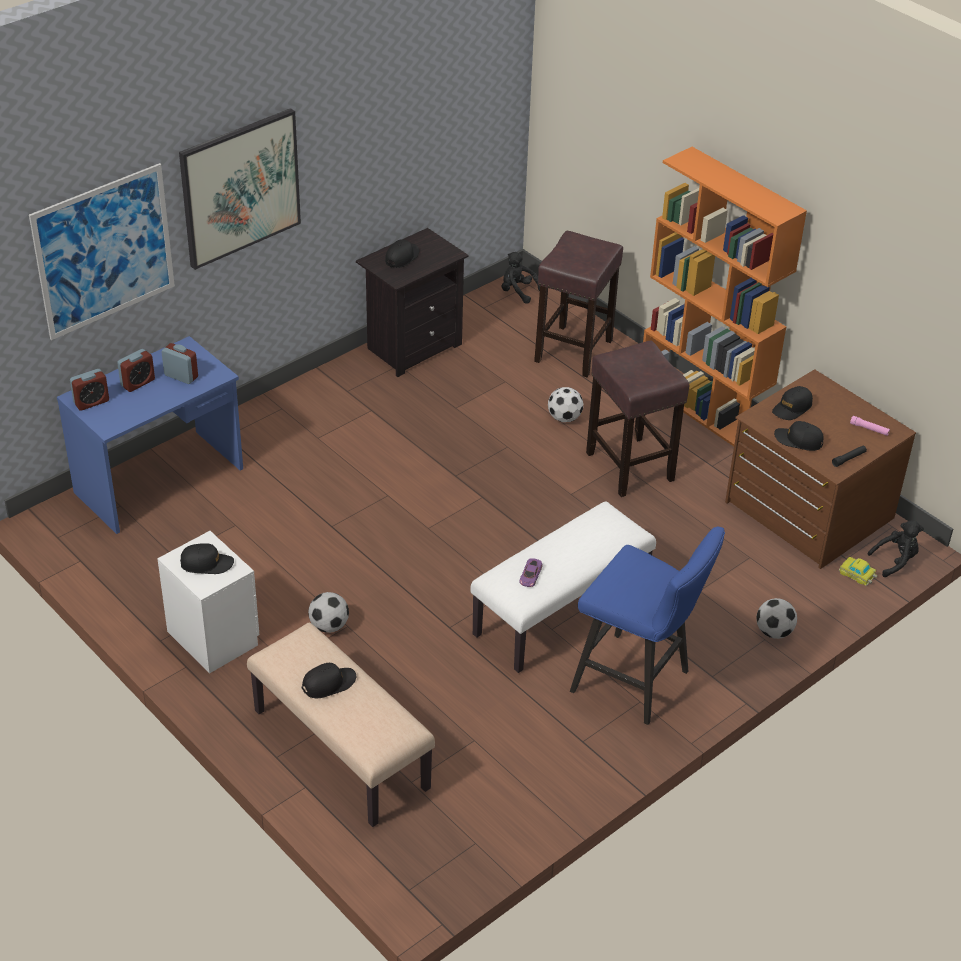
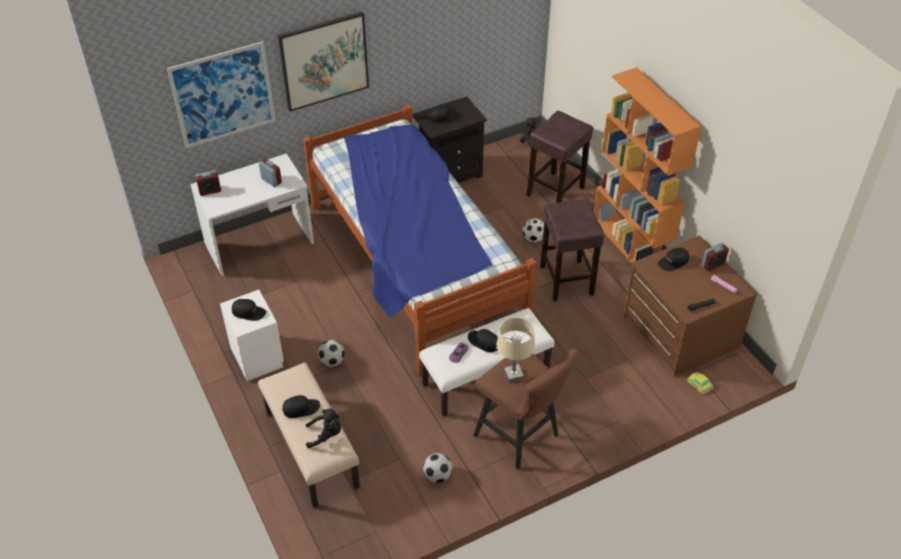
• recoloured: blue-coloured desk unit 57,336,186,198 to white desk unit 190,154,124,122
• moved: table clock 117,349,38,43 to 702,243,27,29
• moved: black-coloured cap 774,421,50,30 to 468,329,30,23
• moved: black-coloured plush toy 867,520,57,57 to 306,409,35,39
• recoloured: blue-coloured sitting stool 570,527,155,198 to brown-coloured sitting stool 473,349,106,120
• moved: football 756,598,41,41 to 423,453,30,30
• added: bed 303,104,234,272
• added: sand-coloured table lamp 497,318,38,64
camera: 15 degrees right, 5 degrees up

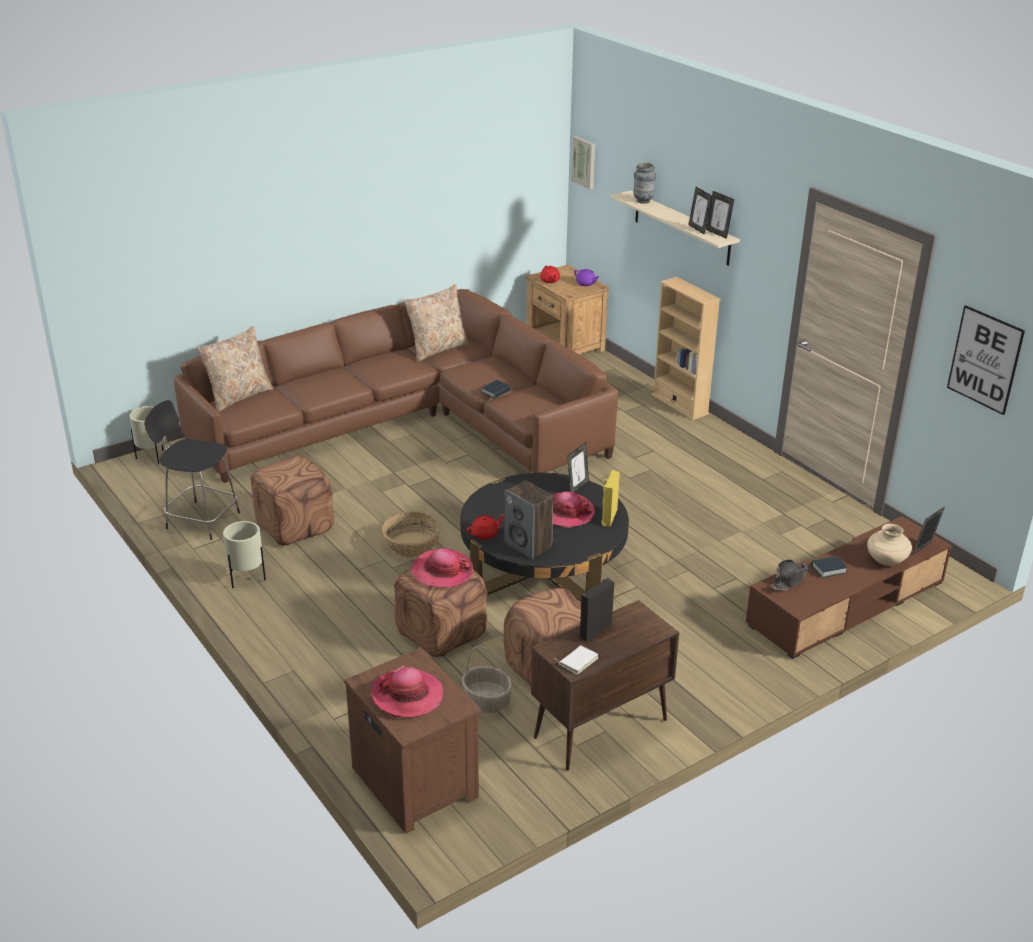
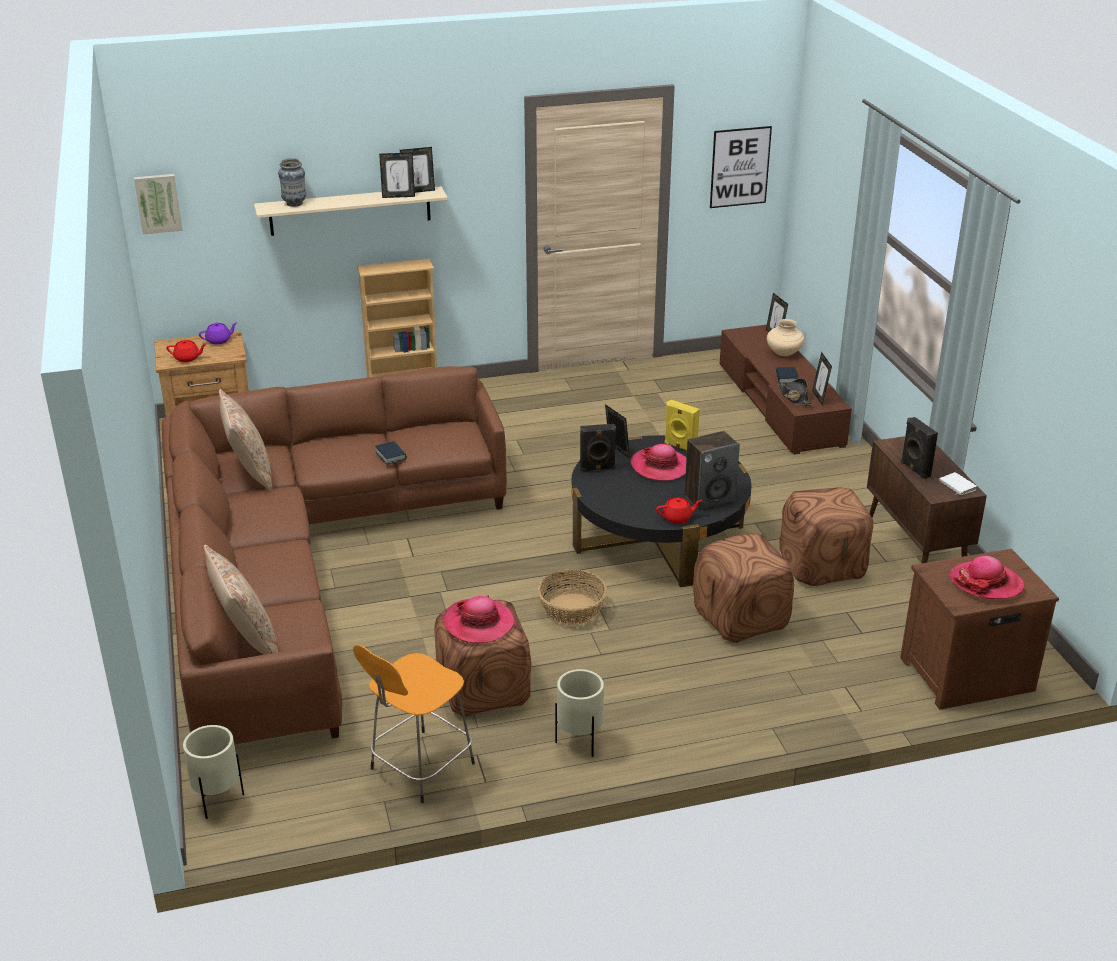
• recoloured: black-coloured sitting stool 145,400,95,140 to orange sitting stool 353,645,122,158
• turned: red-coloured teapot 467,514,37,26 = 656,497,46,27 90 degrees clockwise
• moved: clothing hat 411,548,62,40 to 443,595,72,48
• removed: basket 462,646,50,67
• added: photo frame 812,352,20,53
• added: black-coloured loudspeaker 580,424,36,48
camera: 70 degrees left, 0 degrees up

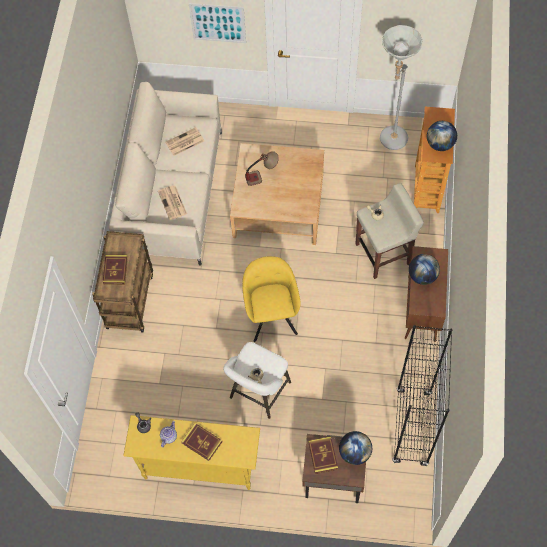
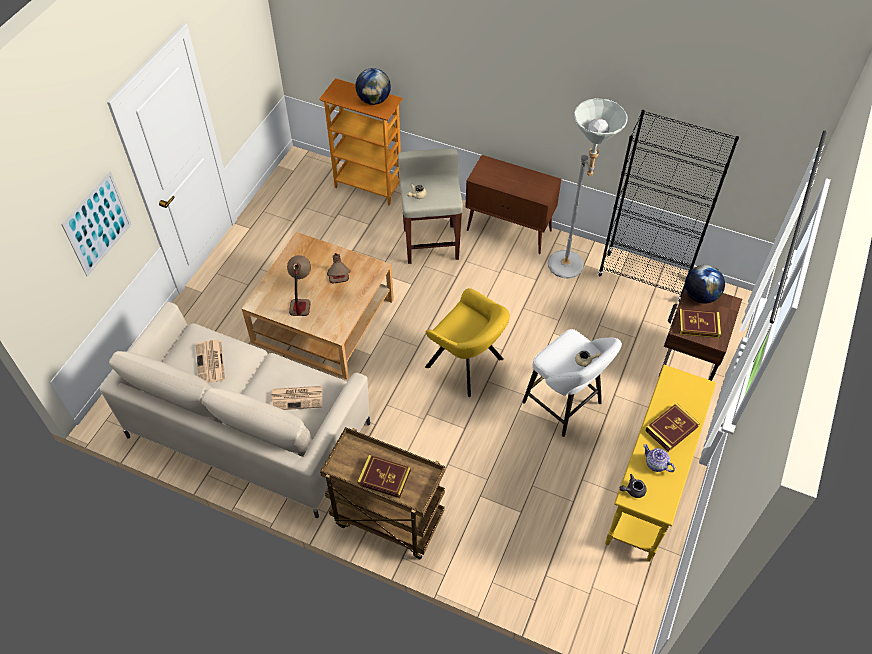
• moved: greyish floor lamp 380,25,42,125 to 548,98,79,180
• removed: desk globe 409,254,31,31
• turned: yellow-coloured easy chair 242,256,59,86 = 425,288,85,109 150 degrees counterclockwise
• added: table lamp 327,253,24,31
camera: 75 degrees left, 10 degrees down

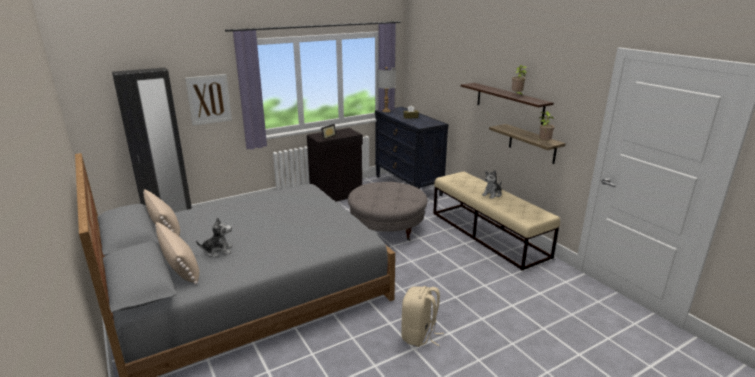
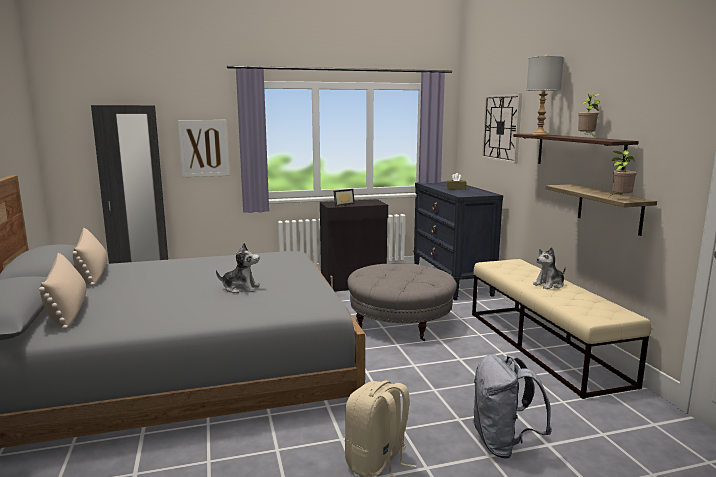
• moved: greyish table lamp 377,67,19,45 to 527,55,37,80
• moved: plush toy 196,217,36,40 to 216,243,44,50
• added: hanging clock 481,93,41,71
• added: greyish knapsack 473,354,79,105
camera: 15 degrees right, 10 degrees down

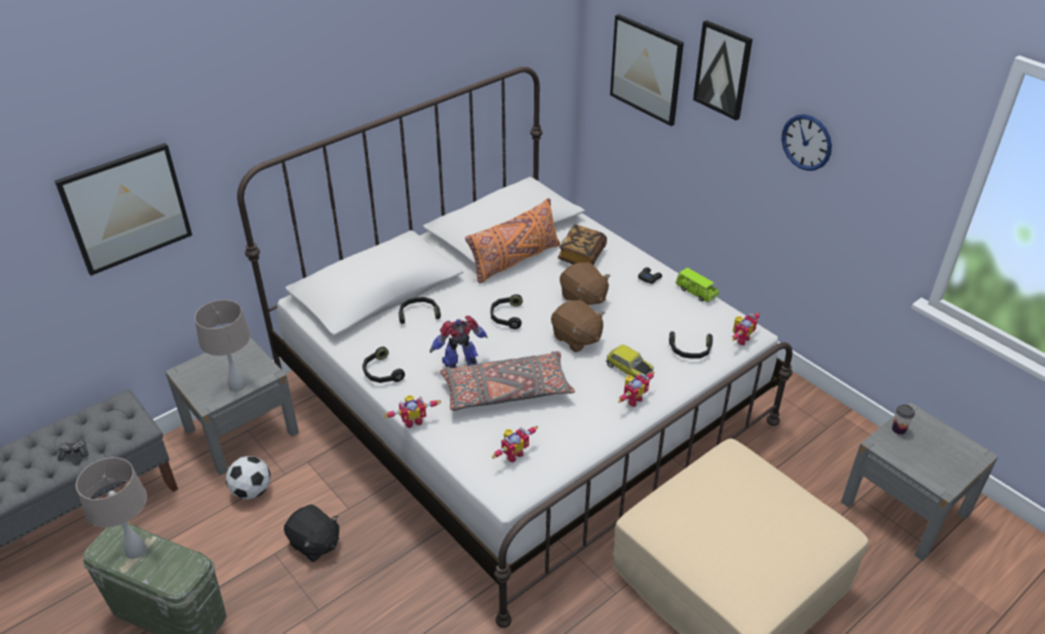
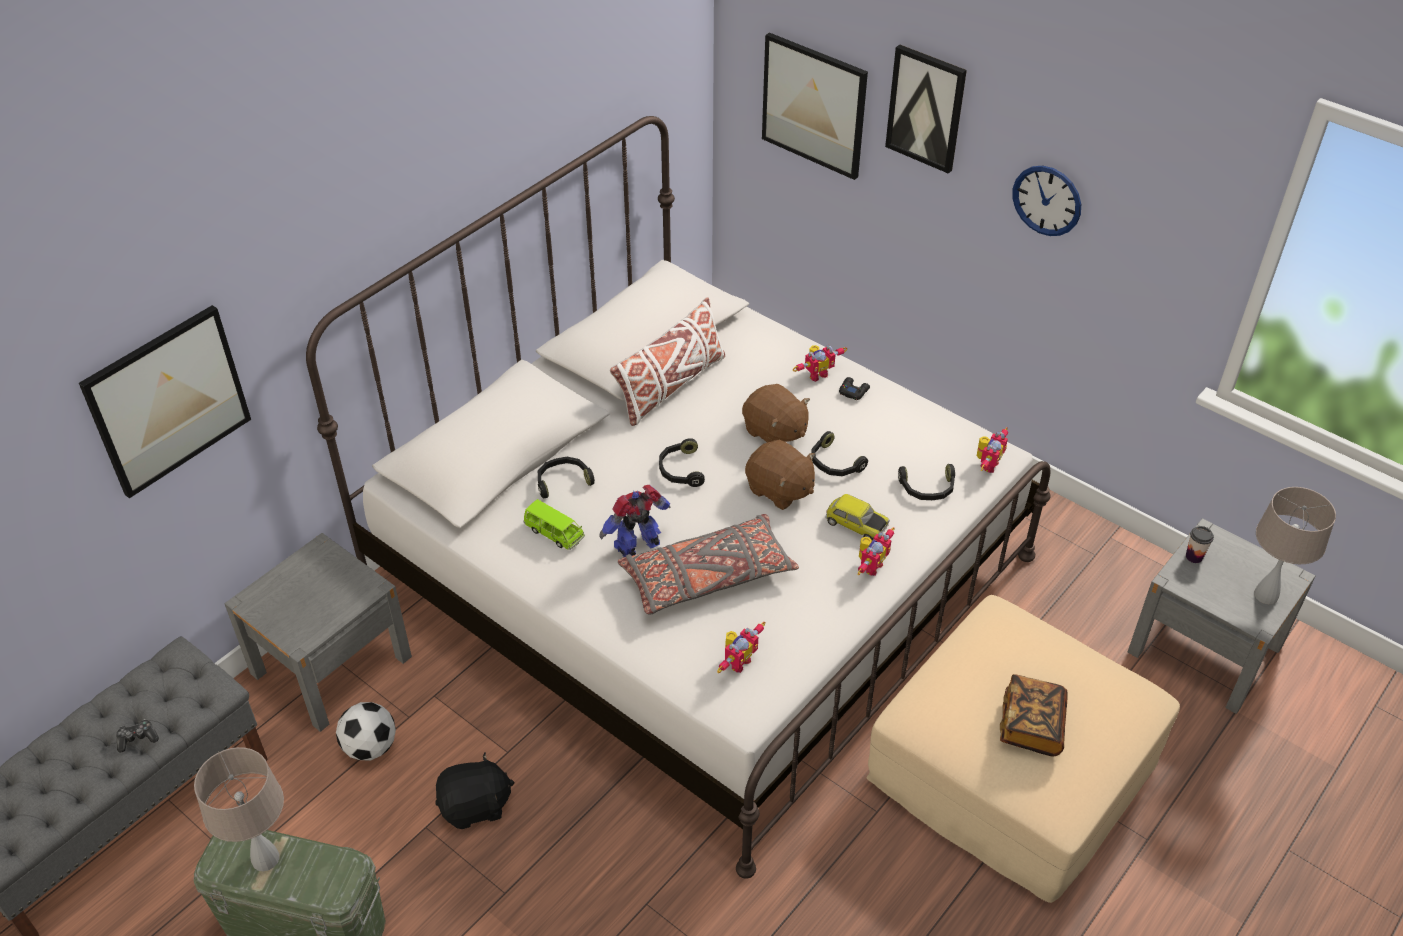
• recoloured: orange pillow 465,198,95,85 to white pillow 610,297,115,129
• moved: volume 558,225,49,41 to 1000,674,68,82
• moved: green-coloured miniature car 676,268,43,34 to 523,499,62,51
• moved: sand-coloured table lamp 195,300,55,92 to 1254,487,82,117
• moved: black-coloured headset 362,347,43,36 to 811,431,57,45
• moved: toy robot 383,395,58,33 to 793,345,54,37
• turned: black-coloured plush toy 284,504,55,58 = 435,752,79,77 45 degrees counterclockwise
camera: 10 degrees left, 5 degrees up

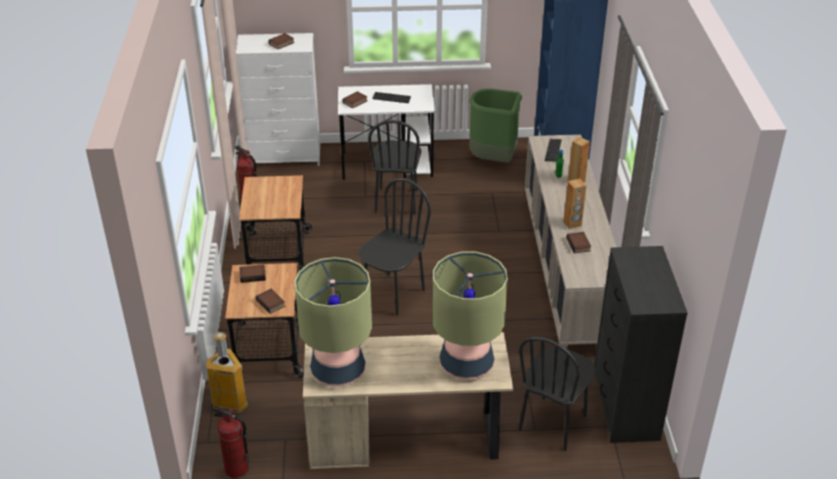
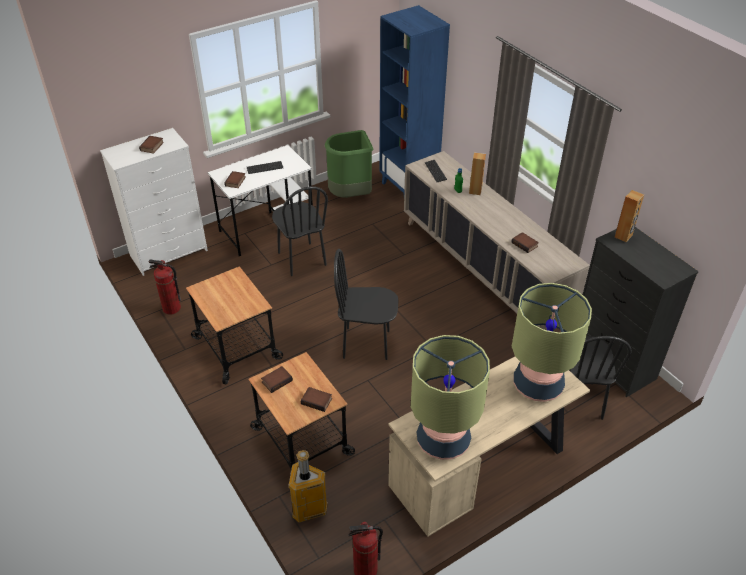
• turned: black-coloured upright chair 359,178,72,138 = 334,249,64,111 90 degrees counterclockwise
• moved: brown-coloured loudspeaker 564,179,23,50 to 615,190,29,52
camera: 30 degrees left, 5 degrees up

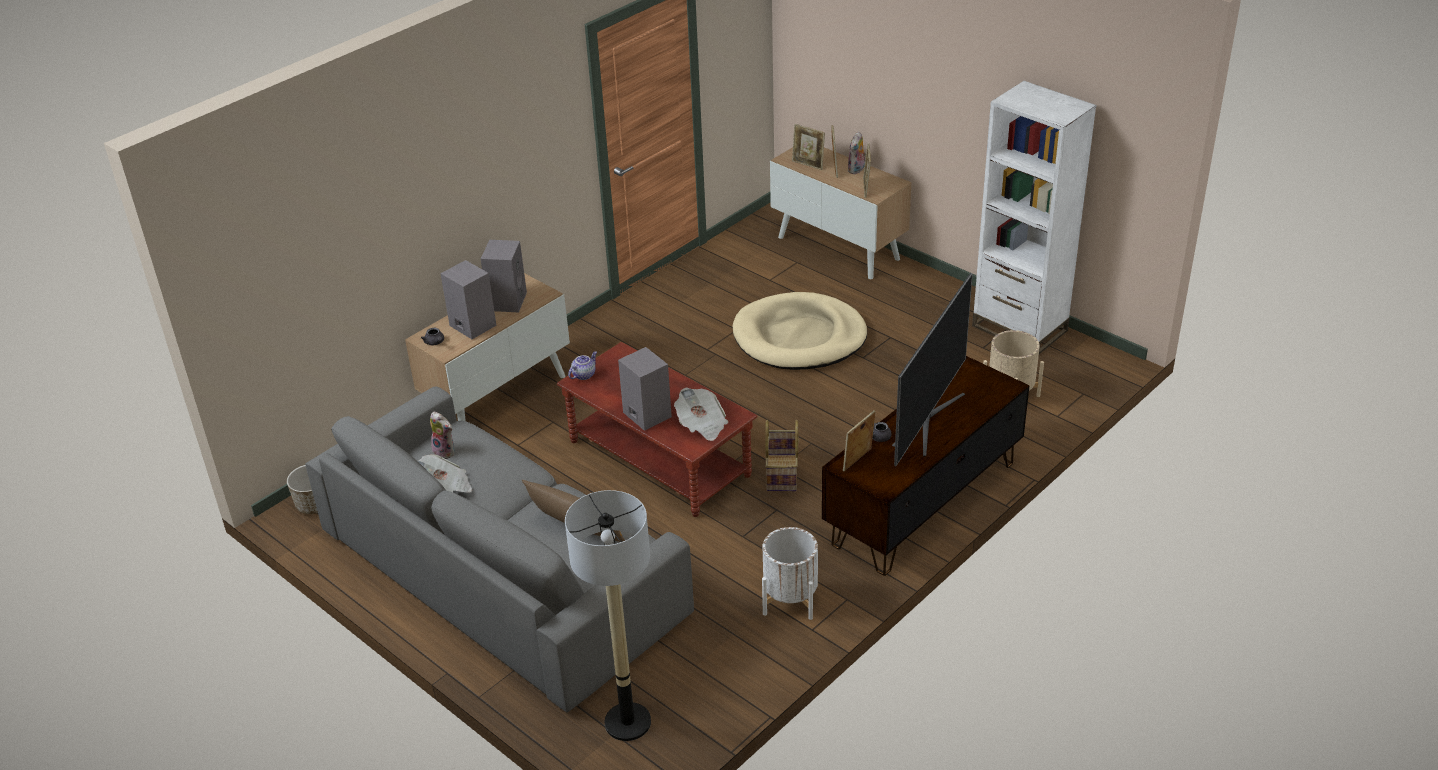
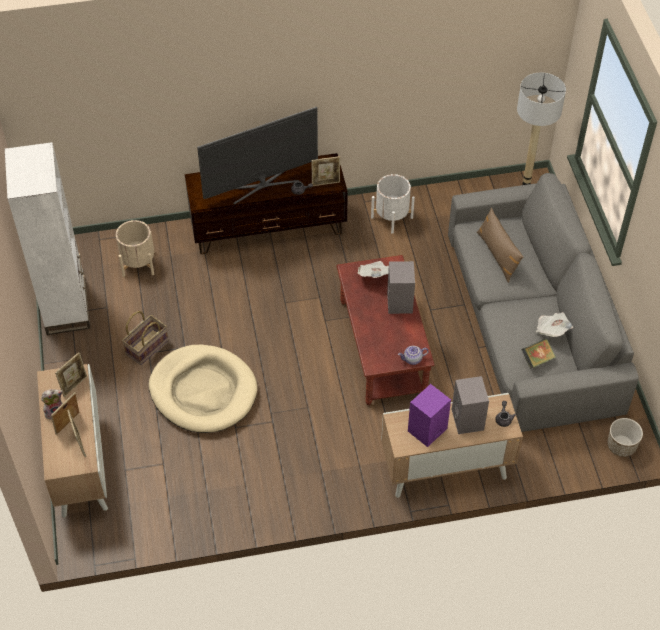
• recoloured: greyish loudspeaker 481,240,46,72 to purple-coloured loudspeaker 408,384,43,63
• replaced: plush toy 430,412,25,47 to volume 521,338,35,31
• moved: basket 765,420,34,71 to 122,311,46,54
camera: 145 degrees left, 15 degrees up

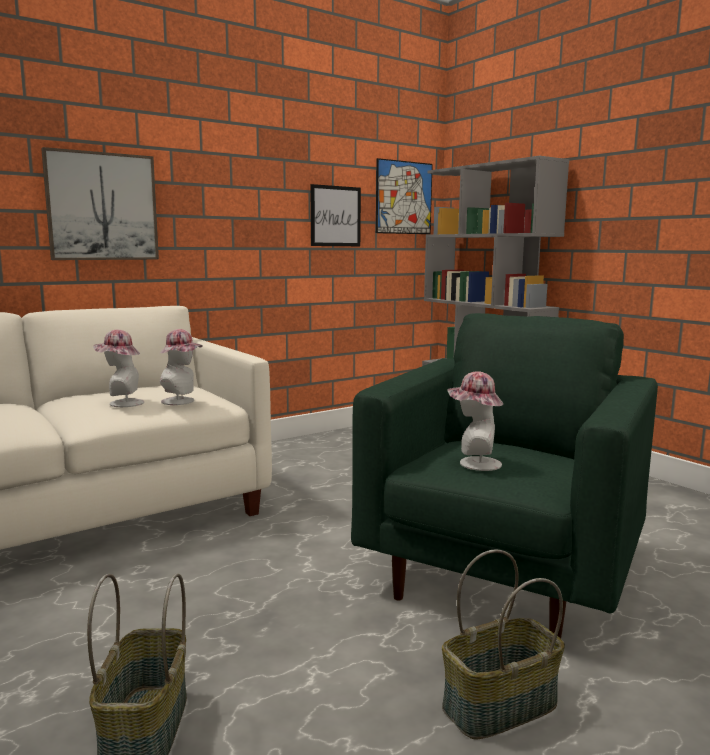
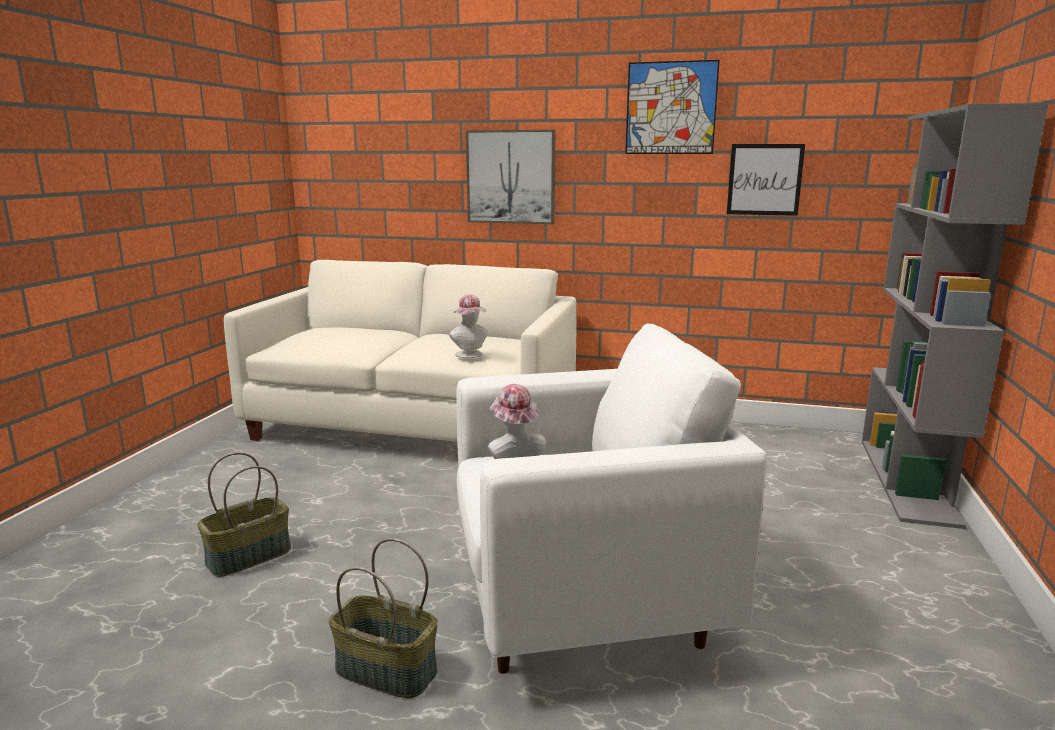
• moved: wall art 376,158,57,76 to 625,60,95,94
• recoloured: green-coloured easy chair 351,313,307,325 to white easy chair 456,323,311,351
• removed: clothing hat 93,330,51,77
camera: 50 degrees right, 5 degrees up

